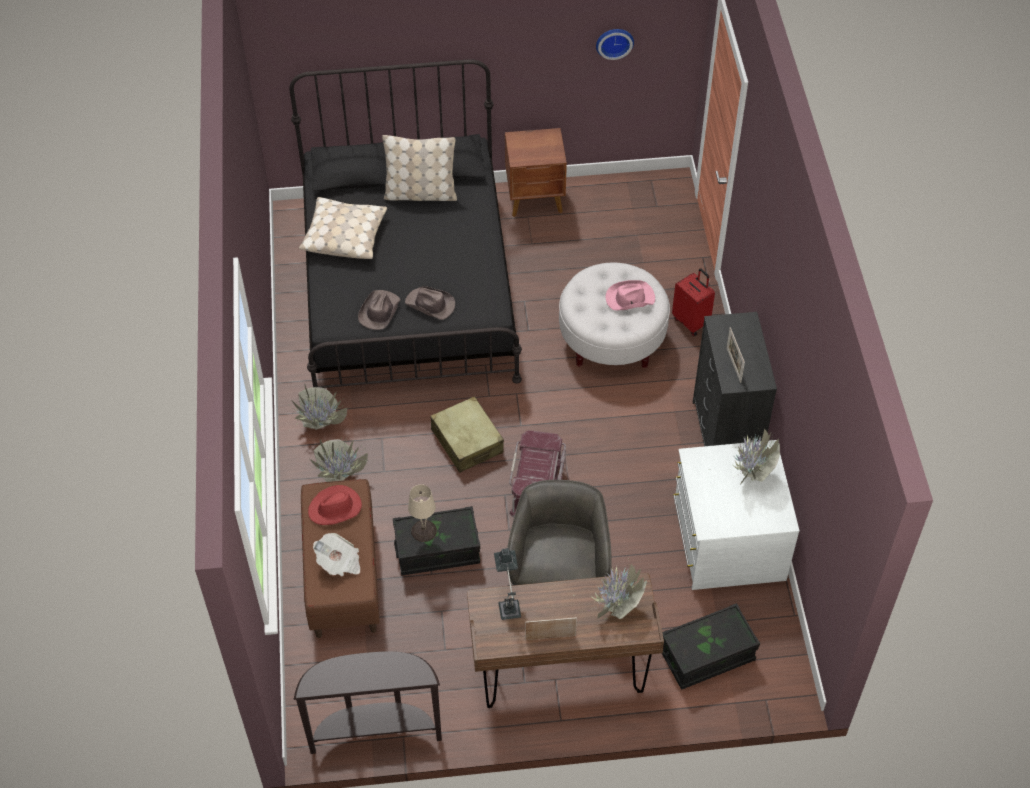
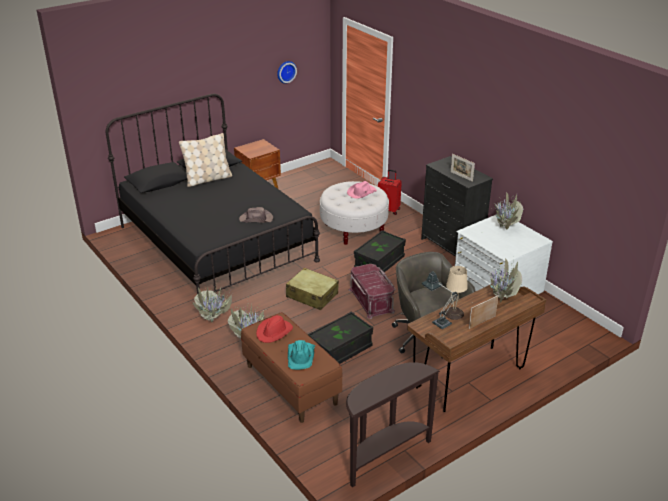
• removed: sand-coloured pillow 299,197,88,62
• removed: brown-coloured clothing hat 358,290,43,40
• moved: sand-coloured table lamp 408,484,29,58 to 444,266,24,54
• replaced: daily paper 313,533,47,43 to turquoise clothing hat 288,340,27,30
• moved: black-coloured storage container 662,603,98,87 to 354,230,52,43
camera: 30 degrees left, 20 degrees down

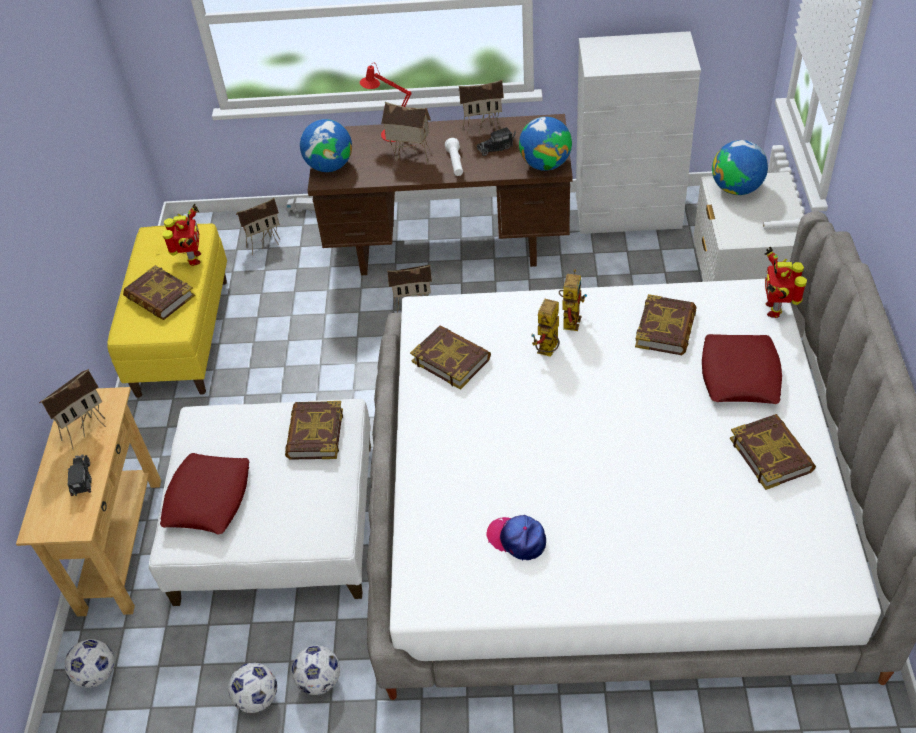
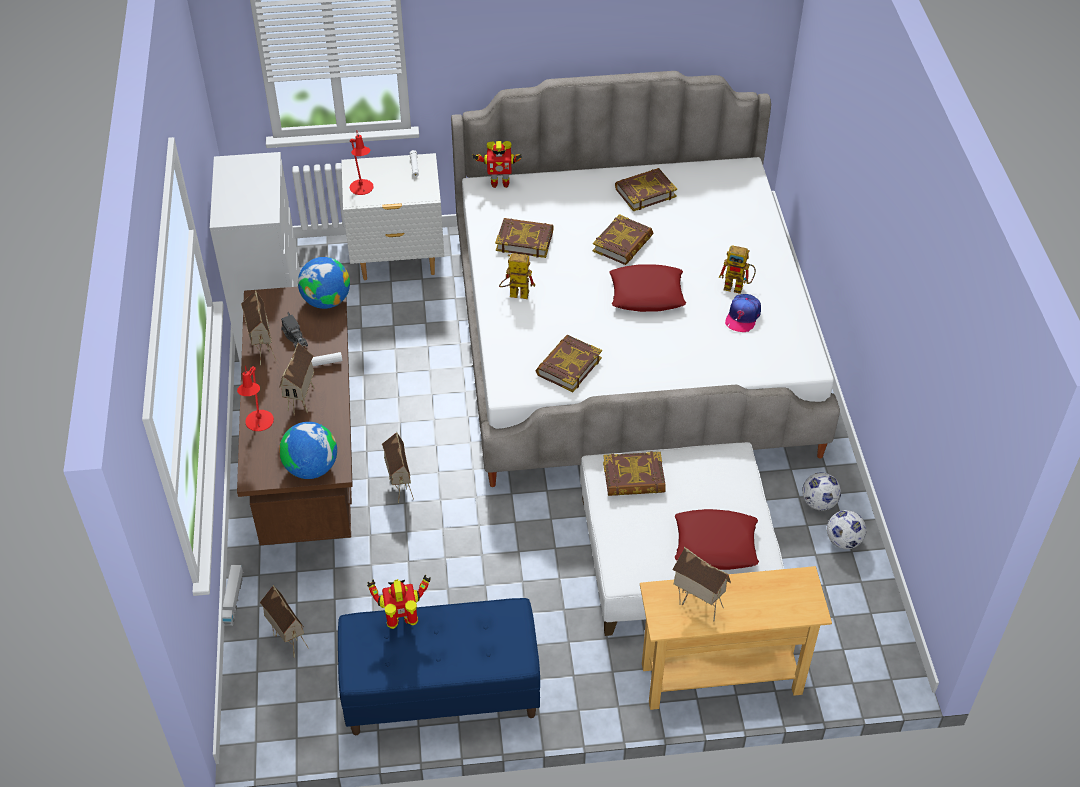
• replaced: desk globe 712,140,56,55 to red-coloured table lamp 350,131,24,64
• recoloured: yellow-coloured indoor bench 107,223,120,175 to blue-coloured indoor bench 338,598,202,137
• moved: volume 123,265,72,55 to 593,214,60,51
• moved: toy robot 531,299,28,58 to 719,245,37,49
• moved: red-coloured pillow 702,334,80,70 to 609,264,77,48
• removed: toy lorry 68,454,24,42
• removed: football 65,639,49,49
camera: 100 degrees left, 0 degrees up

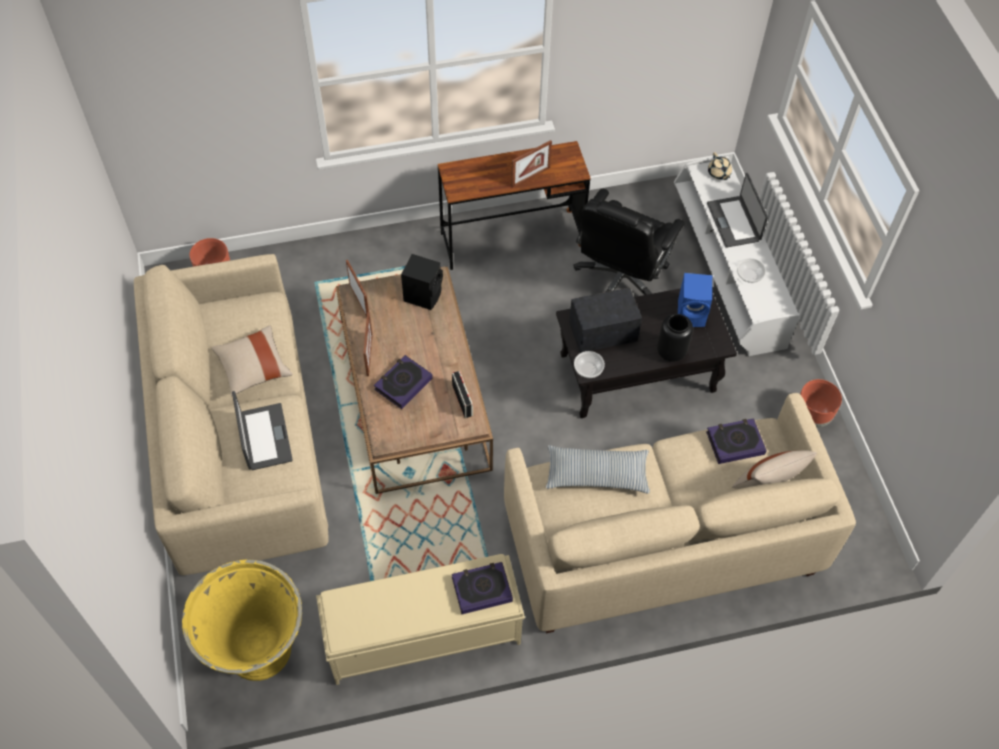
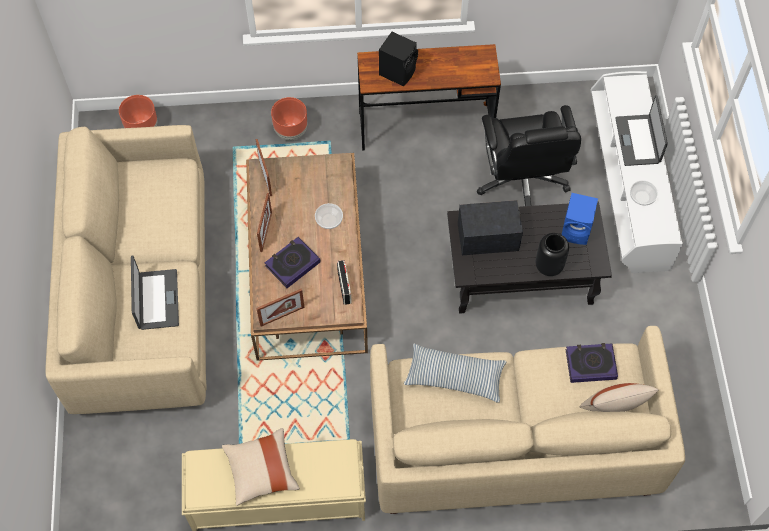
• moved: photo frame 511,140,41,48 to 256,289,49,38
• removed: sand-coloured teapot 708,152,24,28
• turned: black-coloured office chair 574,189,111,106 = 477,105,104,101 45 degrees counterclockwise
• moved: black-coloured loudspeaker 401,254,42,56 to 379,32,39,54
• moved: sand-coloured pillow 211,325,82,71 to 222,428,78,78
• moved: deep dish 574,351,31,27 to 315,203,28,26
• moved: brown-coloured flower pot 800,379,42,49 to 271,97,36,44
• removed: yellow-coloured flower pot 182,559,120,122
• removed: volume 452,562,61,52
camera: 10 degrees right, 5 degrees up

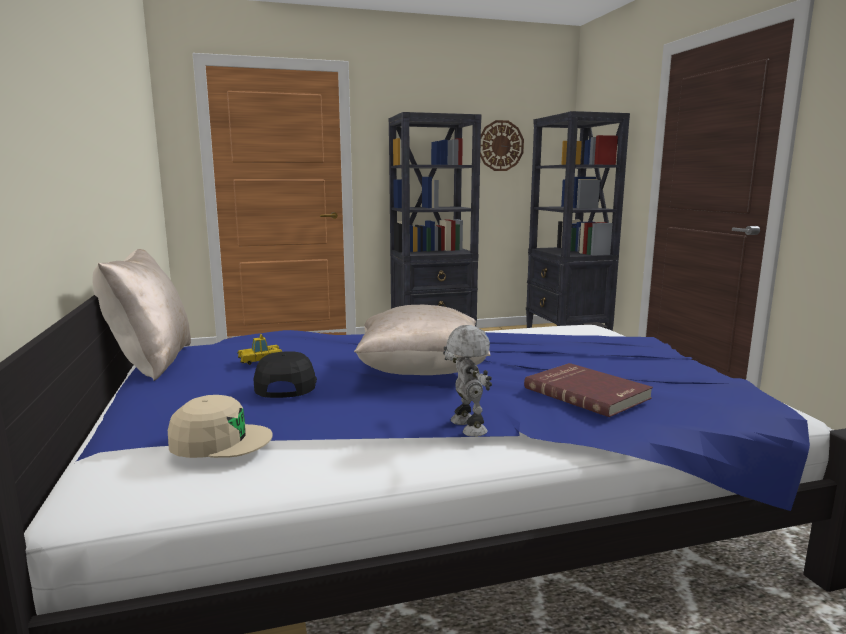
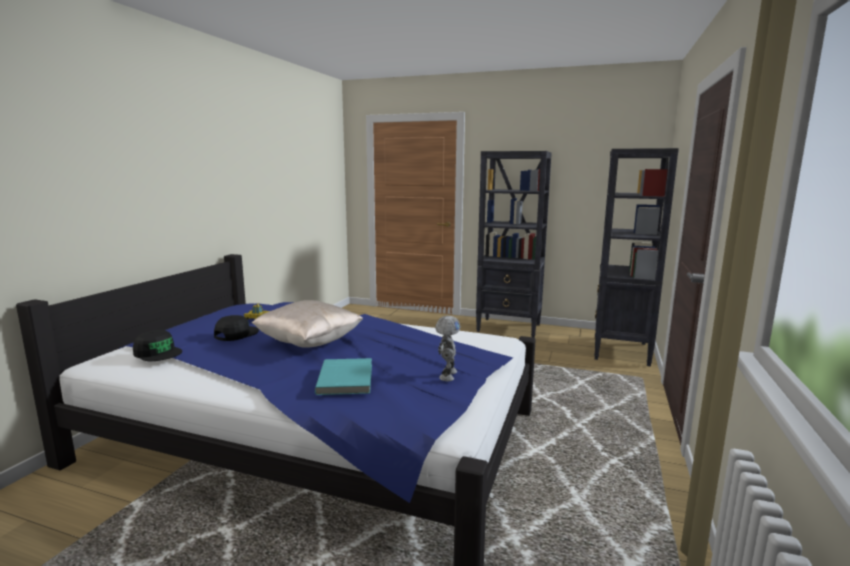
• removed: hanging clock 480,120,44,51
• removed: sand-coloured pillow 92,249,99,132
• moved: toy robot 443,325,49,112 to 435,316,25,65
• recoloured: red-coloured volume 524,363,129,54 to turquoise volume 315,358,57,37
• recoloured: sand-coloured cap 168,395,105,63 to black-coloured cap 133,330,49,31
camera: 35 degrees right, 0 degrees up

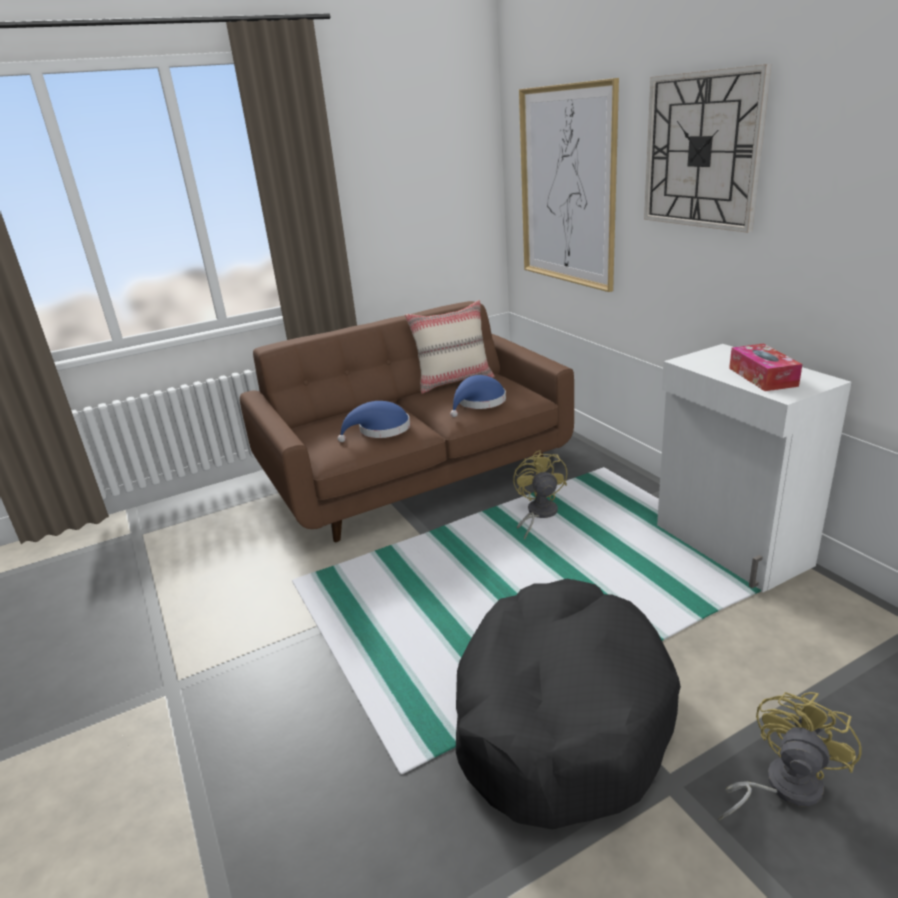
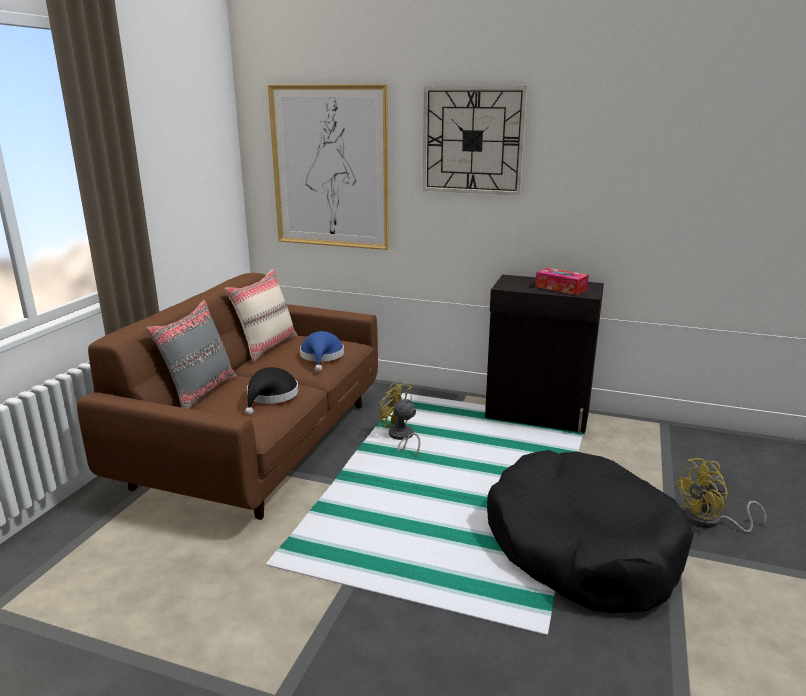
• recoloured: white storage cabinet 657,344,195,249 to black-coloured storage cabinet 485,275,119,159
• recoloured: blue-coloured clothing hat 338,401,72,41 to black-coloured clothing hat 245,367,53,48
• turned: yellow-coloured fan 719,692,143,129 = 674,458,92,75 105 degrees counterclockwise
• added: greyish pillow 146,300,91,109
camera: 45 degrees left, 5 degrees down

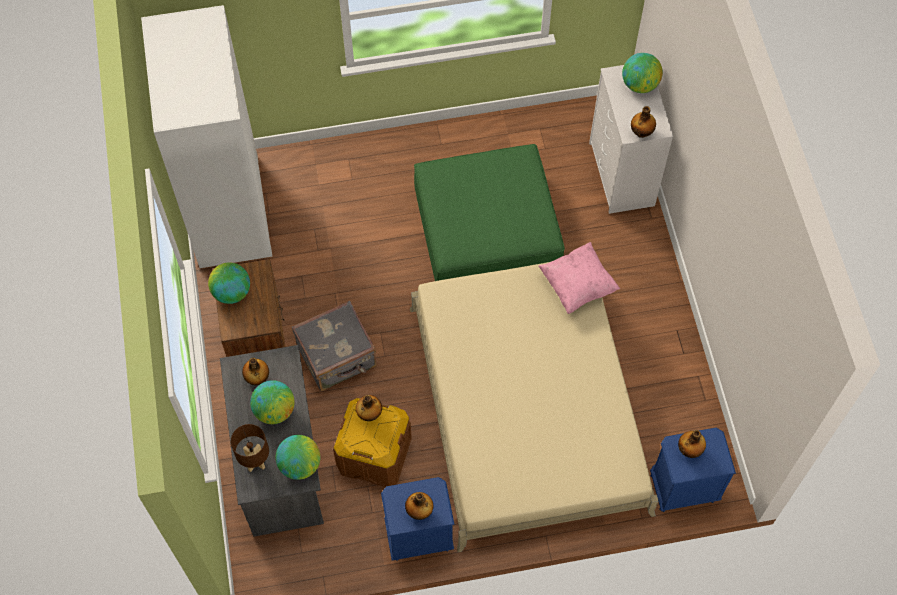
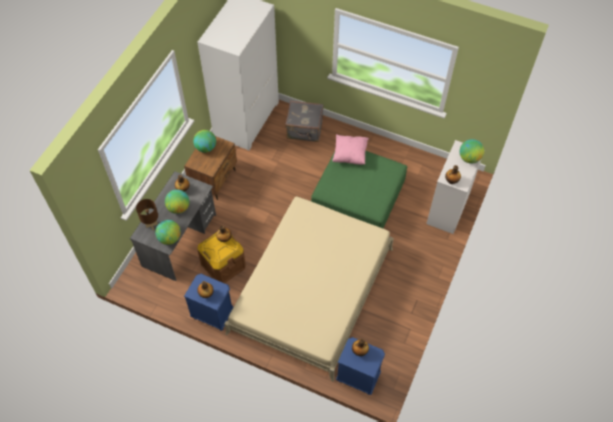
• moved: pink-coloured pillow 539,242,81,72 to 332,134,37,31
• moved: greyish piece of luggage 292,301,85,90 to 285,101,38,41
camera: 35 degrees right, 5 degrees down

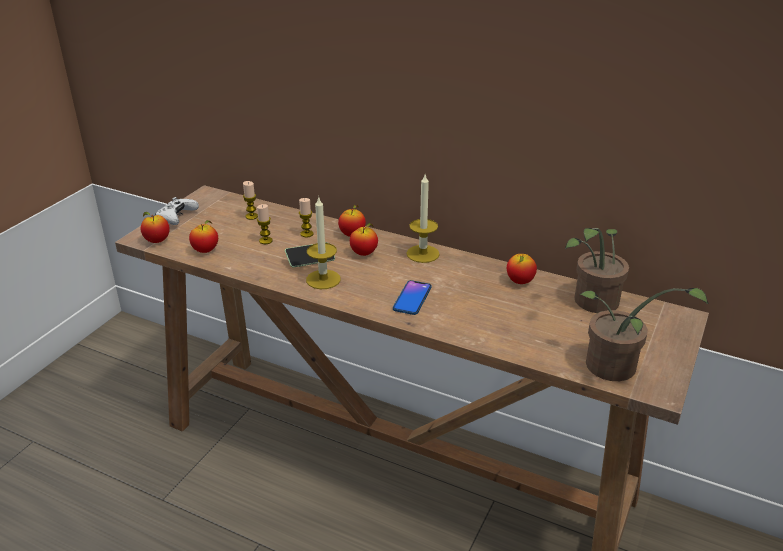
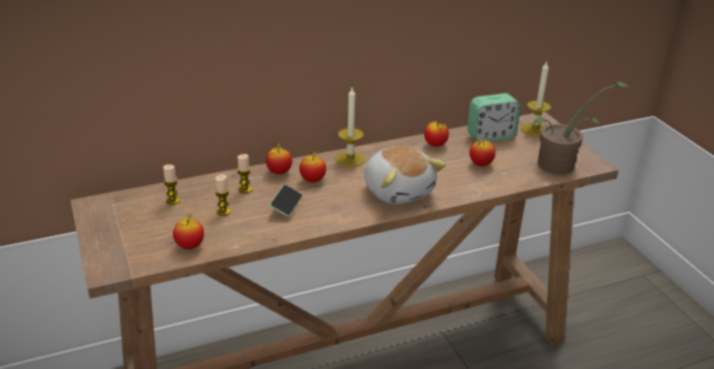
• moved: candle 306,196,35,93 to 521,61,30,76
• removed: white game controller 155,197,44,28
• moved: apple 141,212,29,31 to 469,140,27,26
• replaced: houseplant 565,228,64,85 to table clock 467,93,54,49
• replaced: phone 393,280,39,35 to plush toy 364,146,82,58
camera: 50 degrees left, 0 degrees up

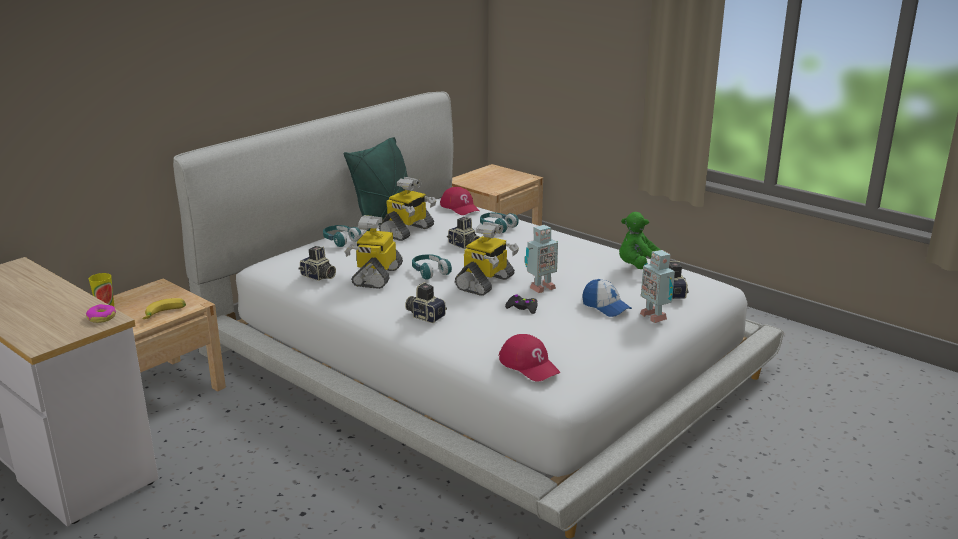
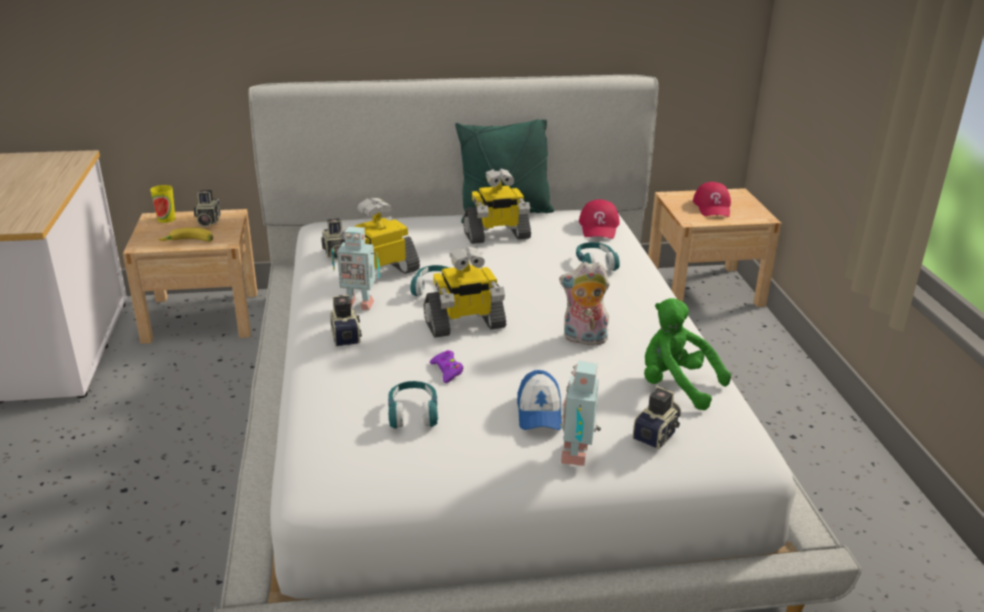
• moved: photo camera 447,217,33,32 to 194,190,27,37
• moved: turquoise headset 323,225,38,22 to 388,381,50,48
• moved: toy robot 525,225,33,68 to 332,227,48,83
• recoloured: black-coloured game controller 505,294,33,20 to purple-coloured game controller 430,350,33,33
• removed: doughnut 86,304,30,19
• moved: red-coloured cap 498,334,63,48 to 693,182,38,35
• added: plush toy 559,262,52,83
camera: 40 degrees right, 5 degrees up

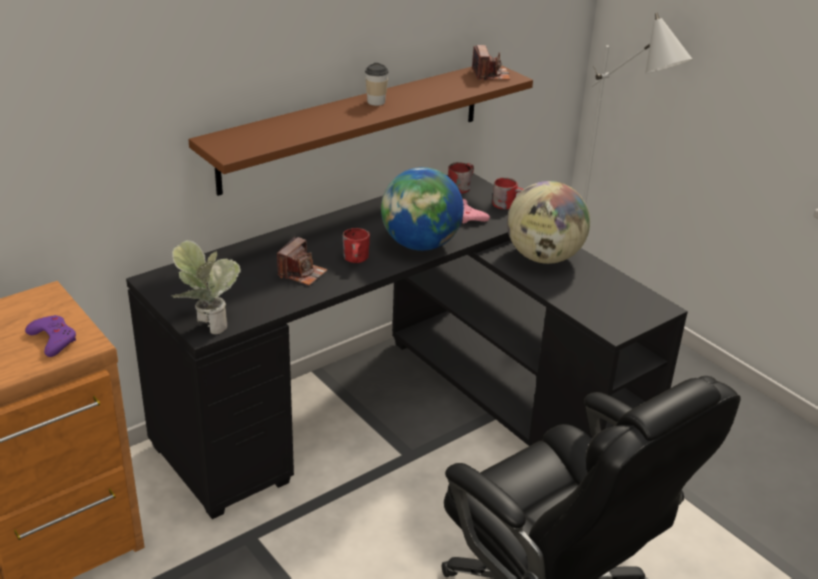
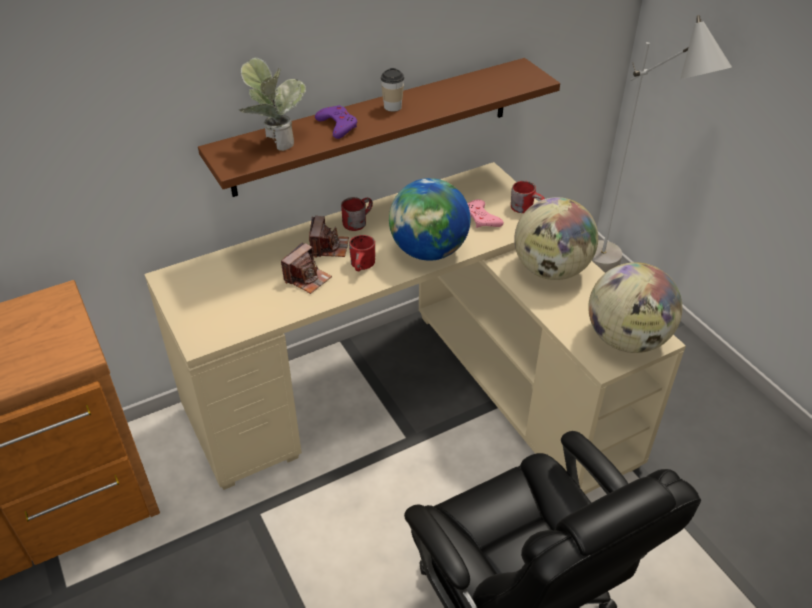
• moved: photo camera 472,45,38,36 to 309,216,40,42
• moved: red-coloured tea mug 448,162,26,32 to 341,197,32,34
• recoloured: black-coloured desk unit 126,173,562,346 to sand-coloured desk unit 144,162,542,332
• moved: houseplant 171,240,70,94 to 239,57,67,94
• moved: purple-coloured game controller 25,315,51,42 to 315,105,42,34
• added: desk globe 588,262,94,91
camera: 10 degrees right, 10 degrees up

